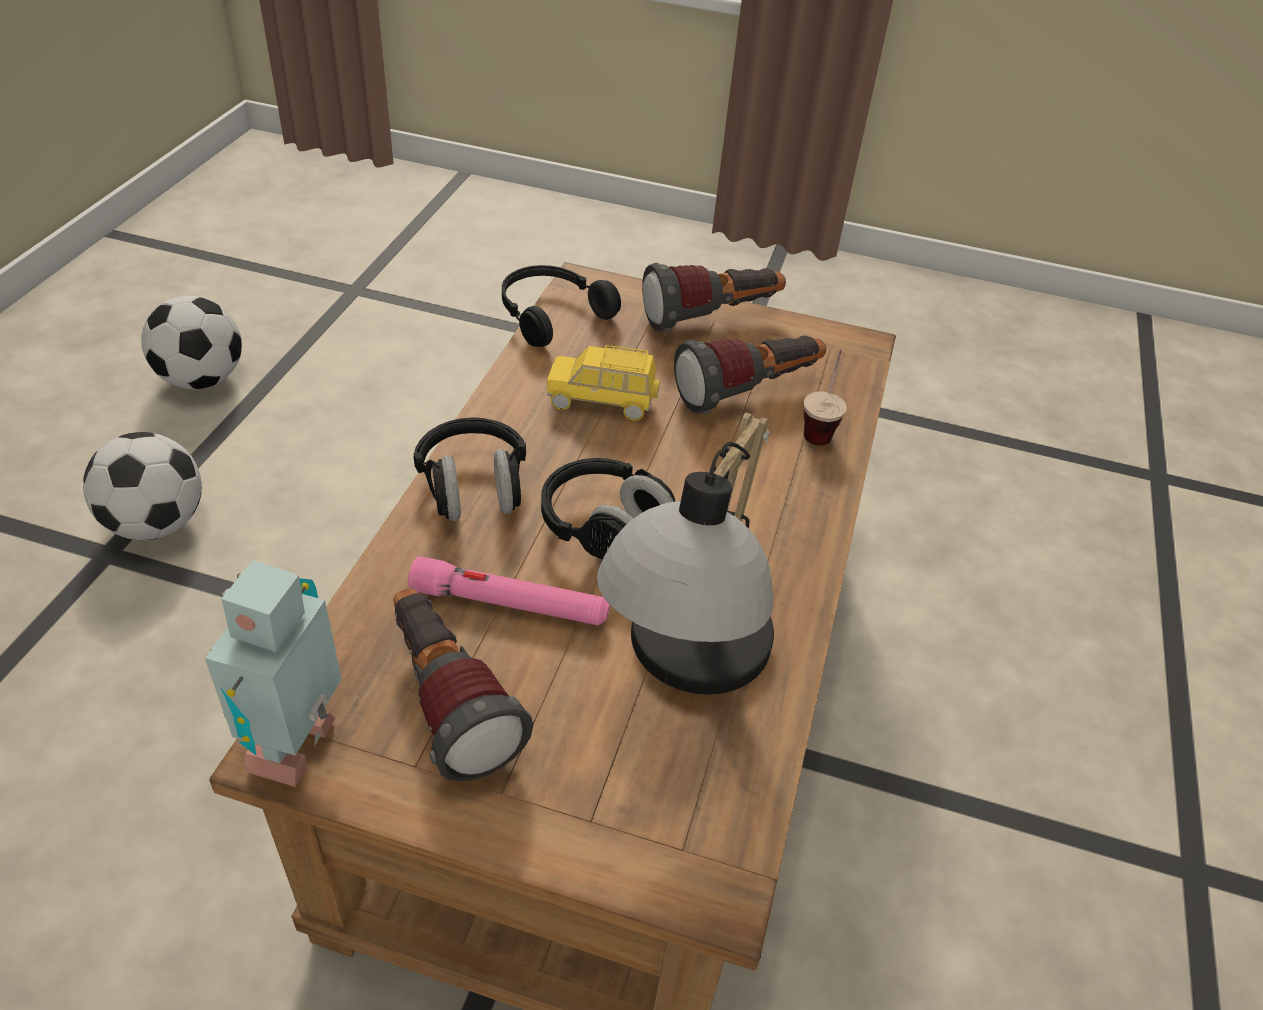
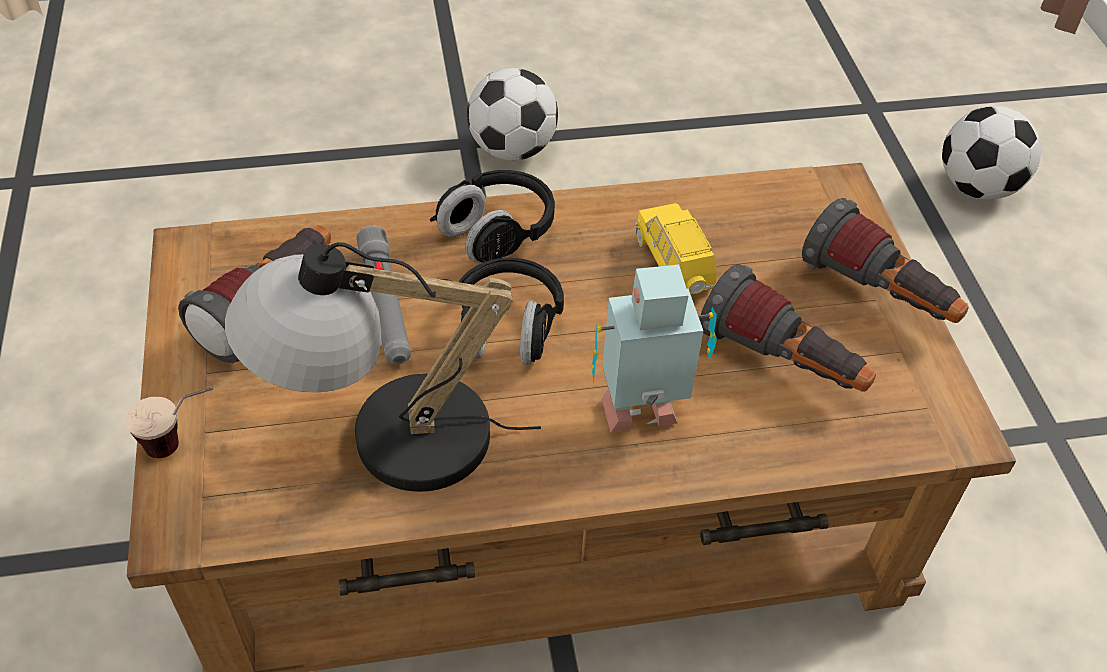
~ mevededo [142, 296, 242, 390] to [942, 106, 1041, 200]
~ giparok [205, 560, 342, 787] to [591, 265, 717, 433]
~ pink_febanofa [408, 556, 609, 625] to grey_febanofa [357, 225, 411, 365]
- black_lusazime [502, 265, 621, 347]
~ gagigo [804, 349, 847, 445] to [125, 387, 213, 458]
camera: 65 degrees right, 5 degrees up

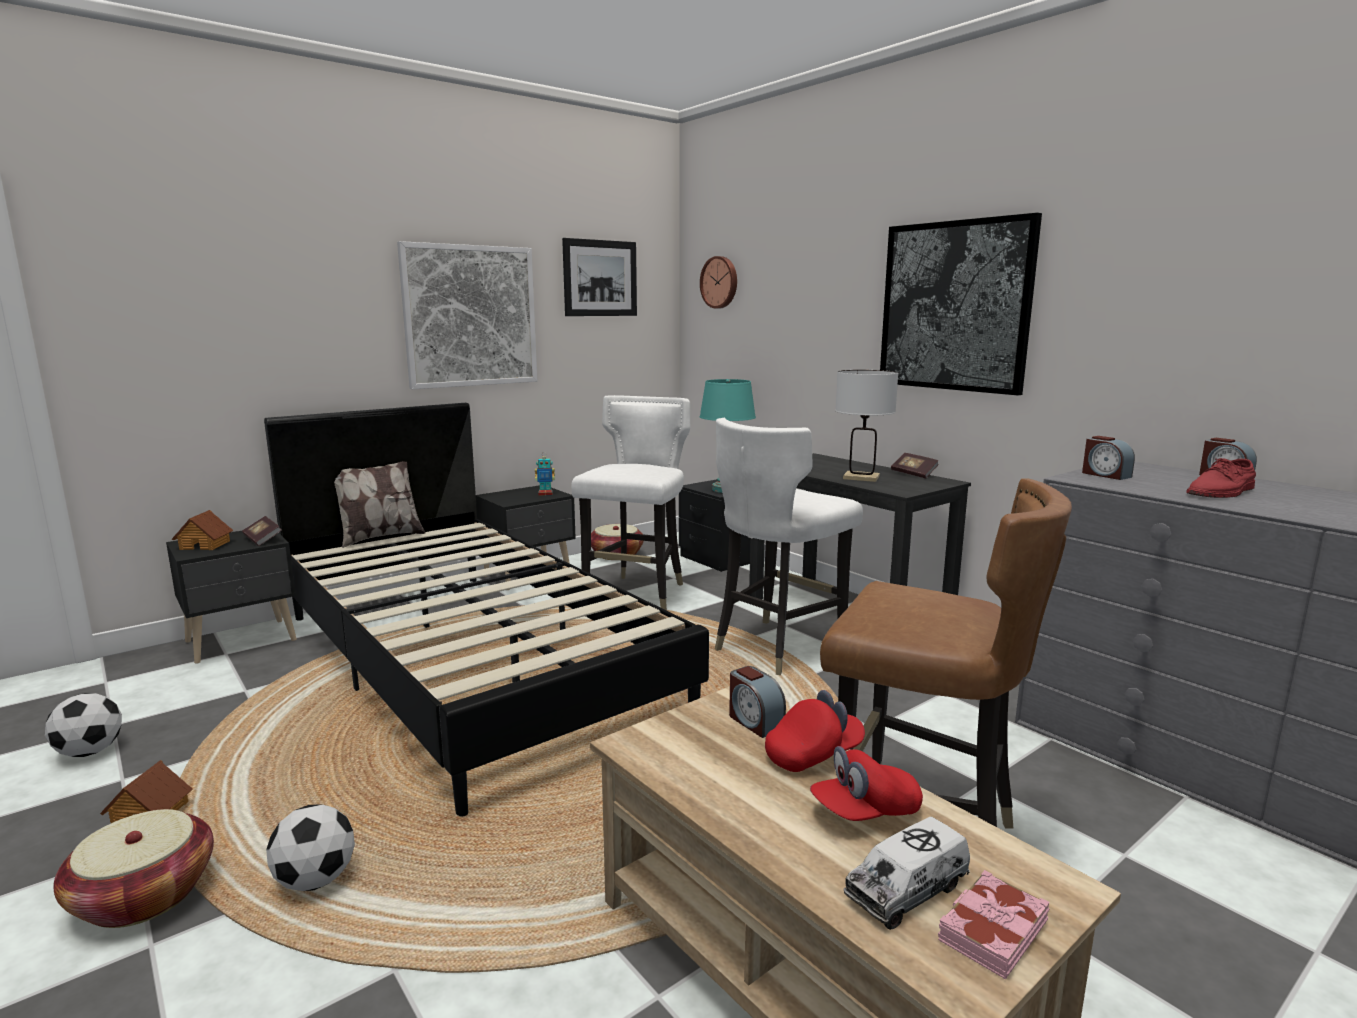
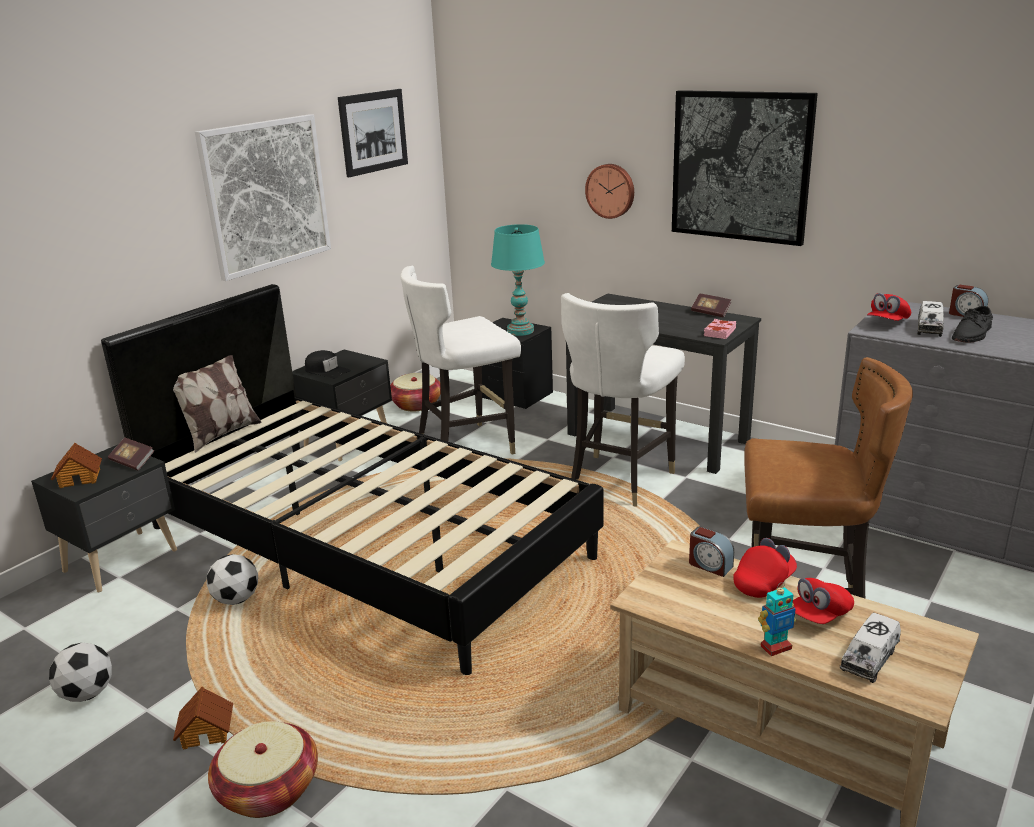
~ mevededo [266, 804, 355, 891] to [207, 554, 258, 605]
~ giparok [535, 452, 555, 496] to [758, 582, 796, 656]
~ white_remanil [571, 395, 690, 610] = [401, 266, 521, 455] 120 degrees counterclockwise
~ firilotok [700, 256, 737, 308] to [585, 164, 634, 219]
- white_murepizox [835, 370, 898, 482]
~ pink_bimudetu [938, 870, 1049, 979] to [704, 319, 736, 339]
~ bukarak [1082, 436, 1135, 480] to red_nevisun [867, 293, 911, 321]
~ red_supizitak [1186, 458, 1256, 498] to black_supizitak [952, 306, 993, 343]
+ black_nevisun [305, 350, 351, 379]
+ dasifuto [917, 301, 944, 337]
camera: 15 degrees left, 10 degrees up

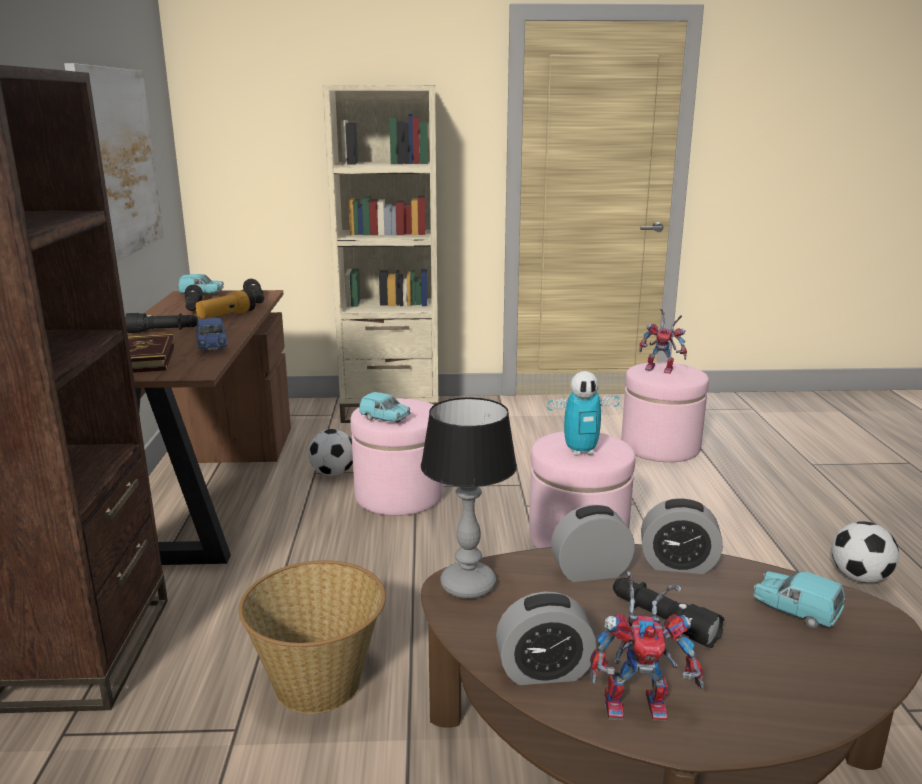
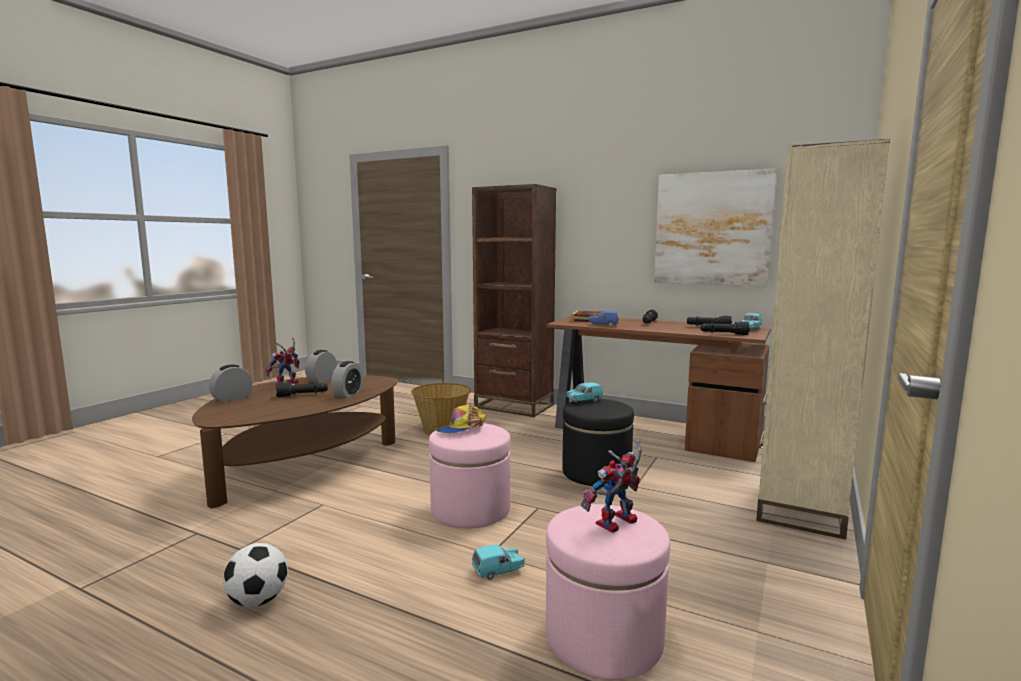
- febanofa [196, 289, 256, 319]
- mevededo [308, 429, 353, 476]
~ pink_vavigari [350, 398, 444, 516] to black_vavigari [562, 399, 634, 487]
- murepizox [421, 397, 517, 599]
~ giparok [548, 371, 619, 456] to nevisun [436, 404, 486, 433]
~ bukarak [641, 498, 723, 574] to [209, 364, 253, 403]
~ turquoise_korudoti [753, 571, 846, 628] to [472, 544, 525, 580]
camera: 120 degrees right, 10 degrees down

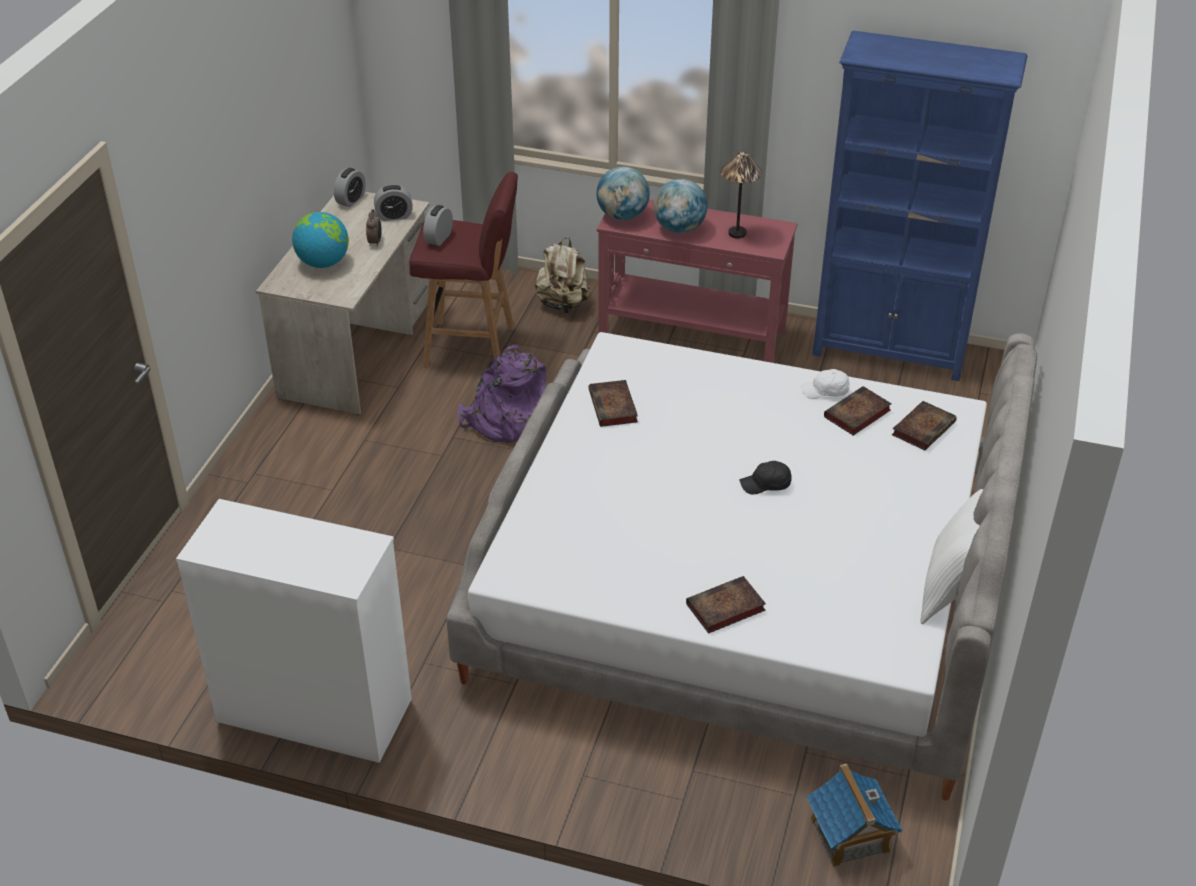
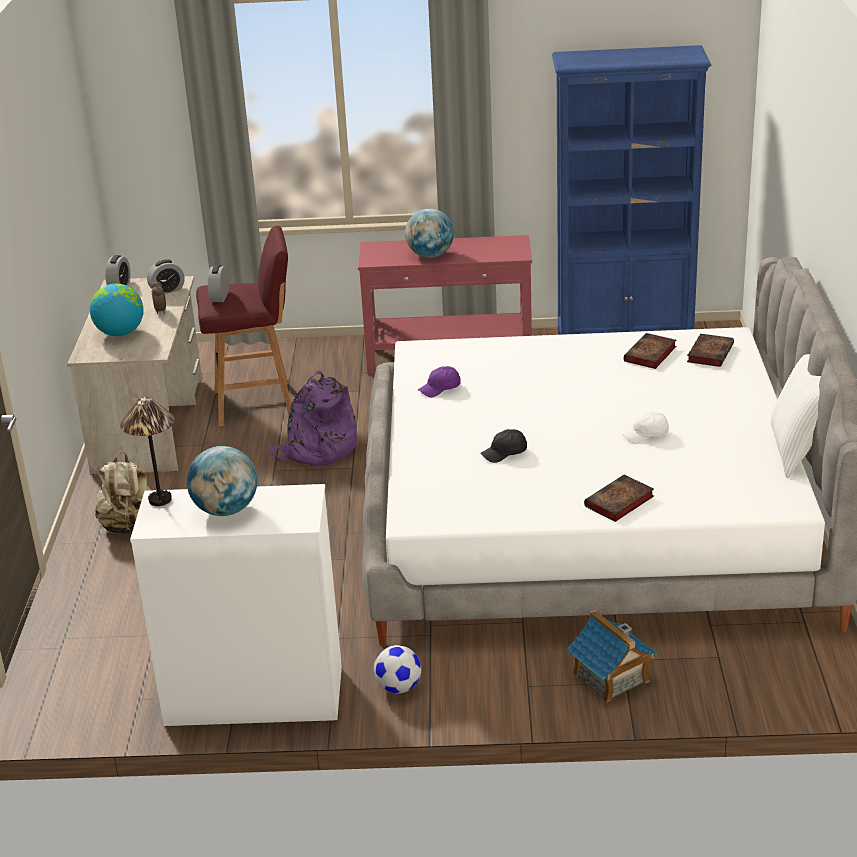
~ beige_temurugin [535, 237, 590, 313] to [95, 452, 151, 534]
~ bimudetu [589, 380, 638, 427] to purple_nevisun [418, 366, 461, 397]
~ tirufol [596, 166, 650, 220] to [187, 446, 257, 516]
~ murepizox [720, 152, 763, 239] to [120, 397, 175, 506]
~ black_nevisun [740, 461, 792, 495] to [480, 429, 527, 463]
~ white_nevisun [801, 369, 850, 399] to [622, 411, 669, 444]
~ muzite [806, 764, 903, 867] to [567, 610, 657, 703]
+ mevededo [374, 645, 421, 693]
camera: 15 degrees left, 10 degrees down

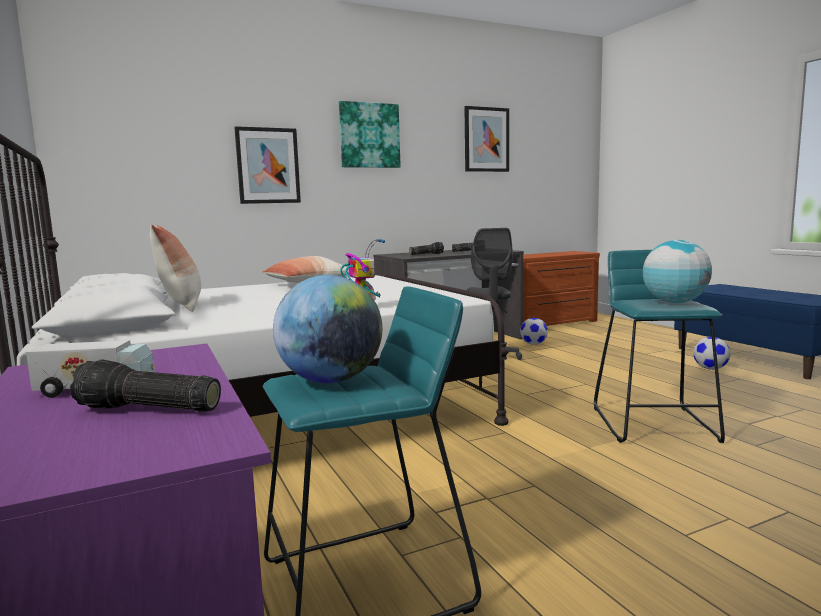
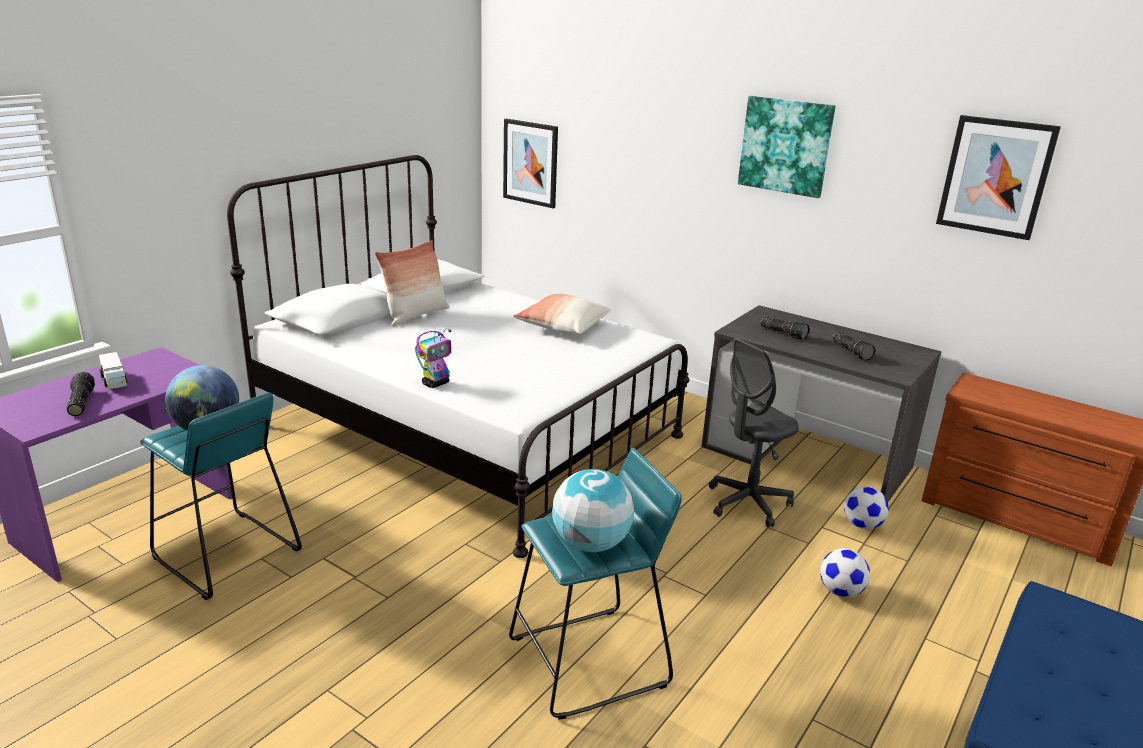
~ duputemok [234, 126, 301, 204] to [503, 119, 558, 208]
~ mevededo [693, 337, 730, 370] to [820, 548, 870, 597]
camera: 60 degrees right, 15 degrees up

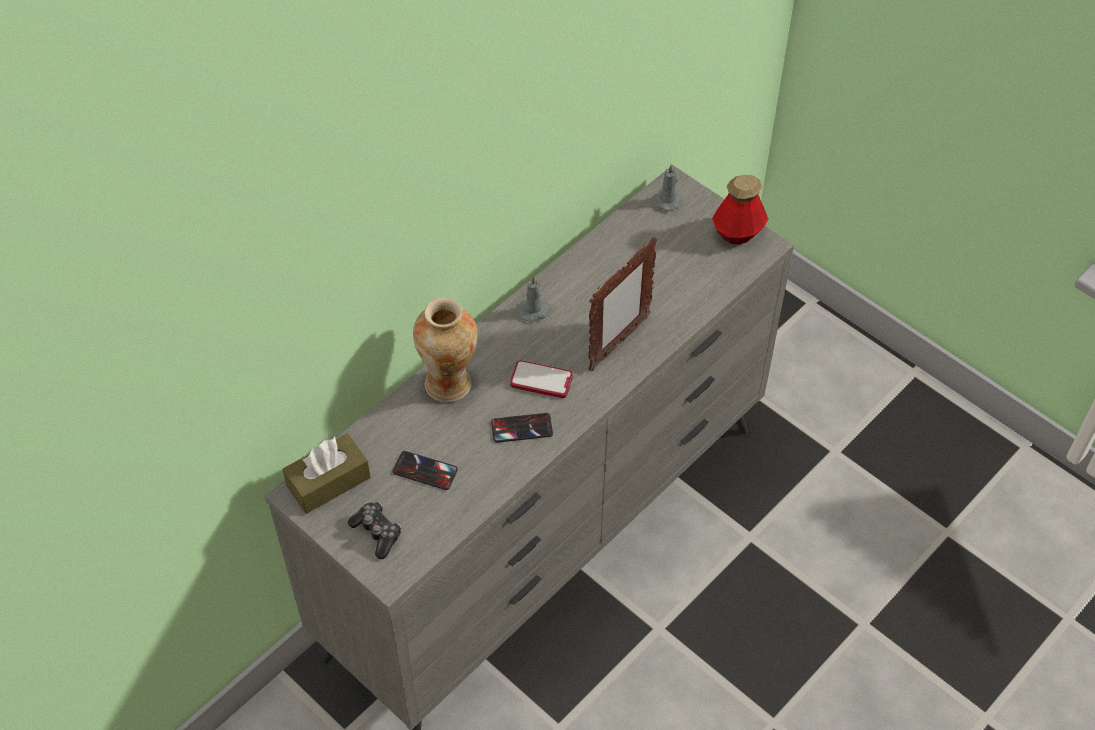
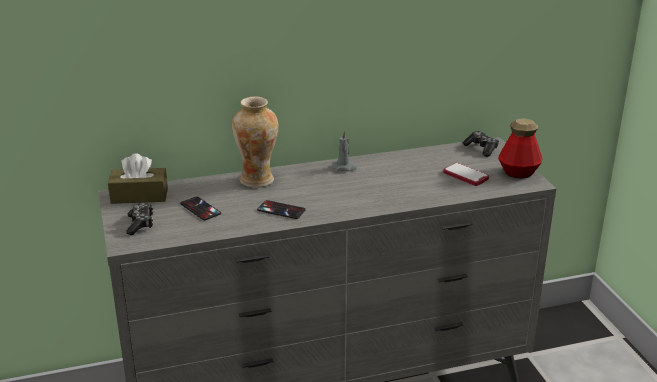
~ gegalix [510, 360, 573, 398] to [443, 163, 489, 186]
- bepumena [588, 237, 658, 371]
~ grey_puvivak [653, 164, 682, 211] to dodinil [463, 131, 499, 157]
camera: 30 degrees right, 25 degrees down

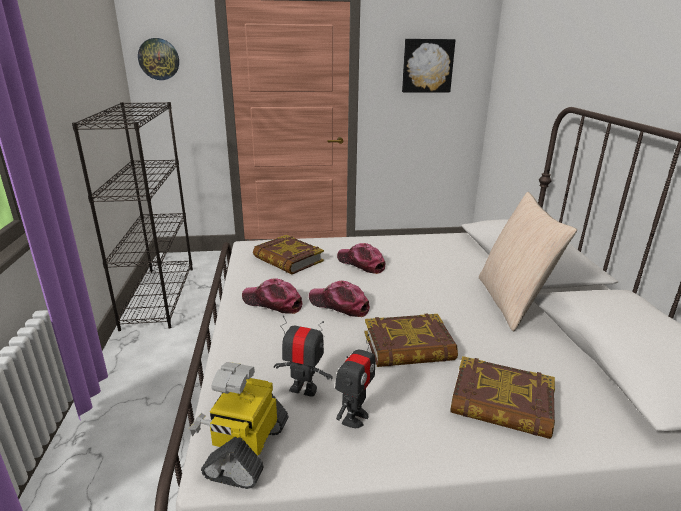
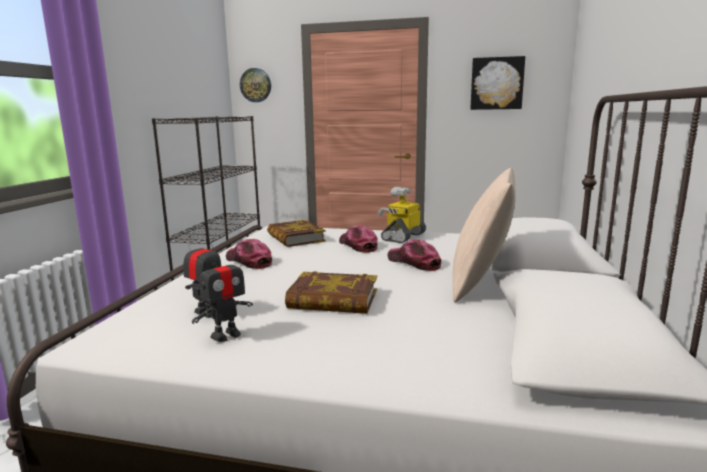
~ giparok [189, 362, 288, 489] to [378, 187, 426, 243]
~ nevisun [309, 281, 370, 317] to [387, 240, 441, 271]
- bimudetu [450, 356, 555, 439]
camera: 20 degrees right, 10 degrees down

